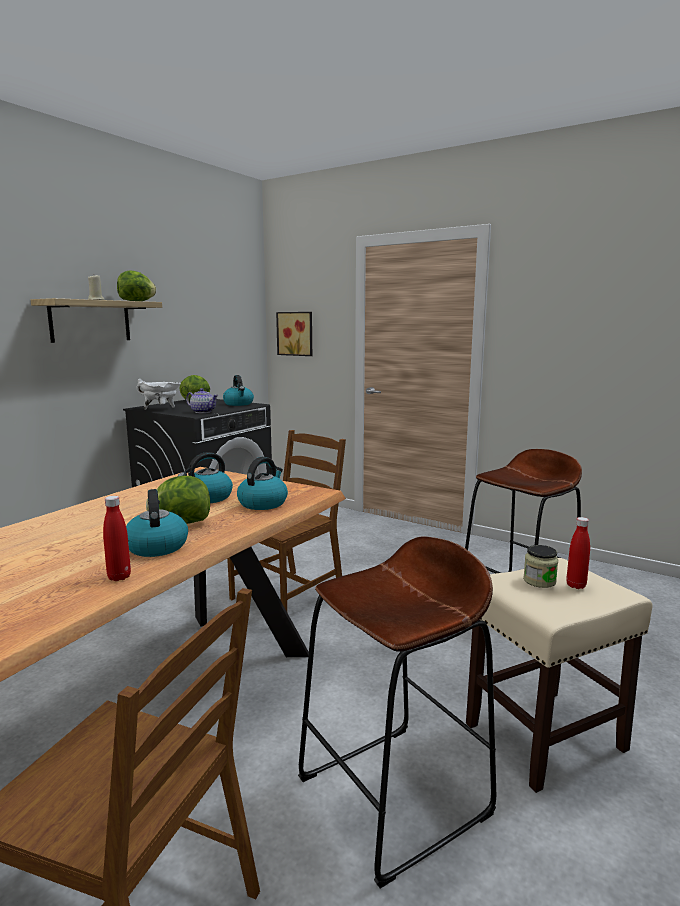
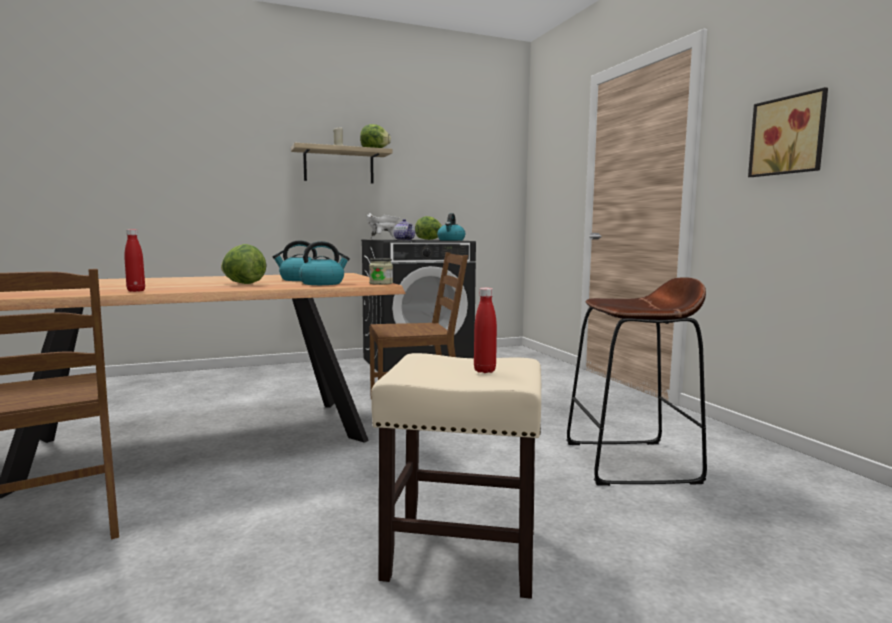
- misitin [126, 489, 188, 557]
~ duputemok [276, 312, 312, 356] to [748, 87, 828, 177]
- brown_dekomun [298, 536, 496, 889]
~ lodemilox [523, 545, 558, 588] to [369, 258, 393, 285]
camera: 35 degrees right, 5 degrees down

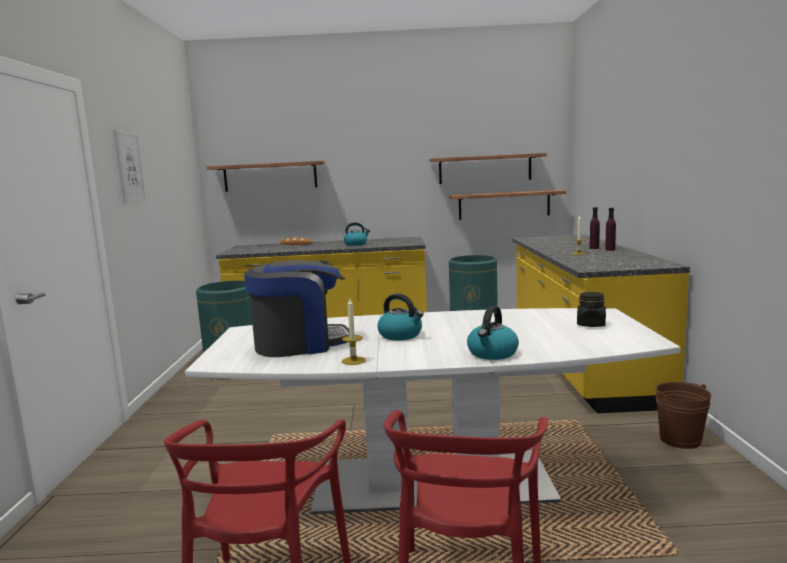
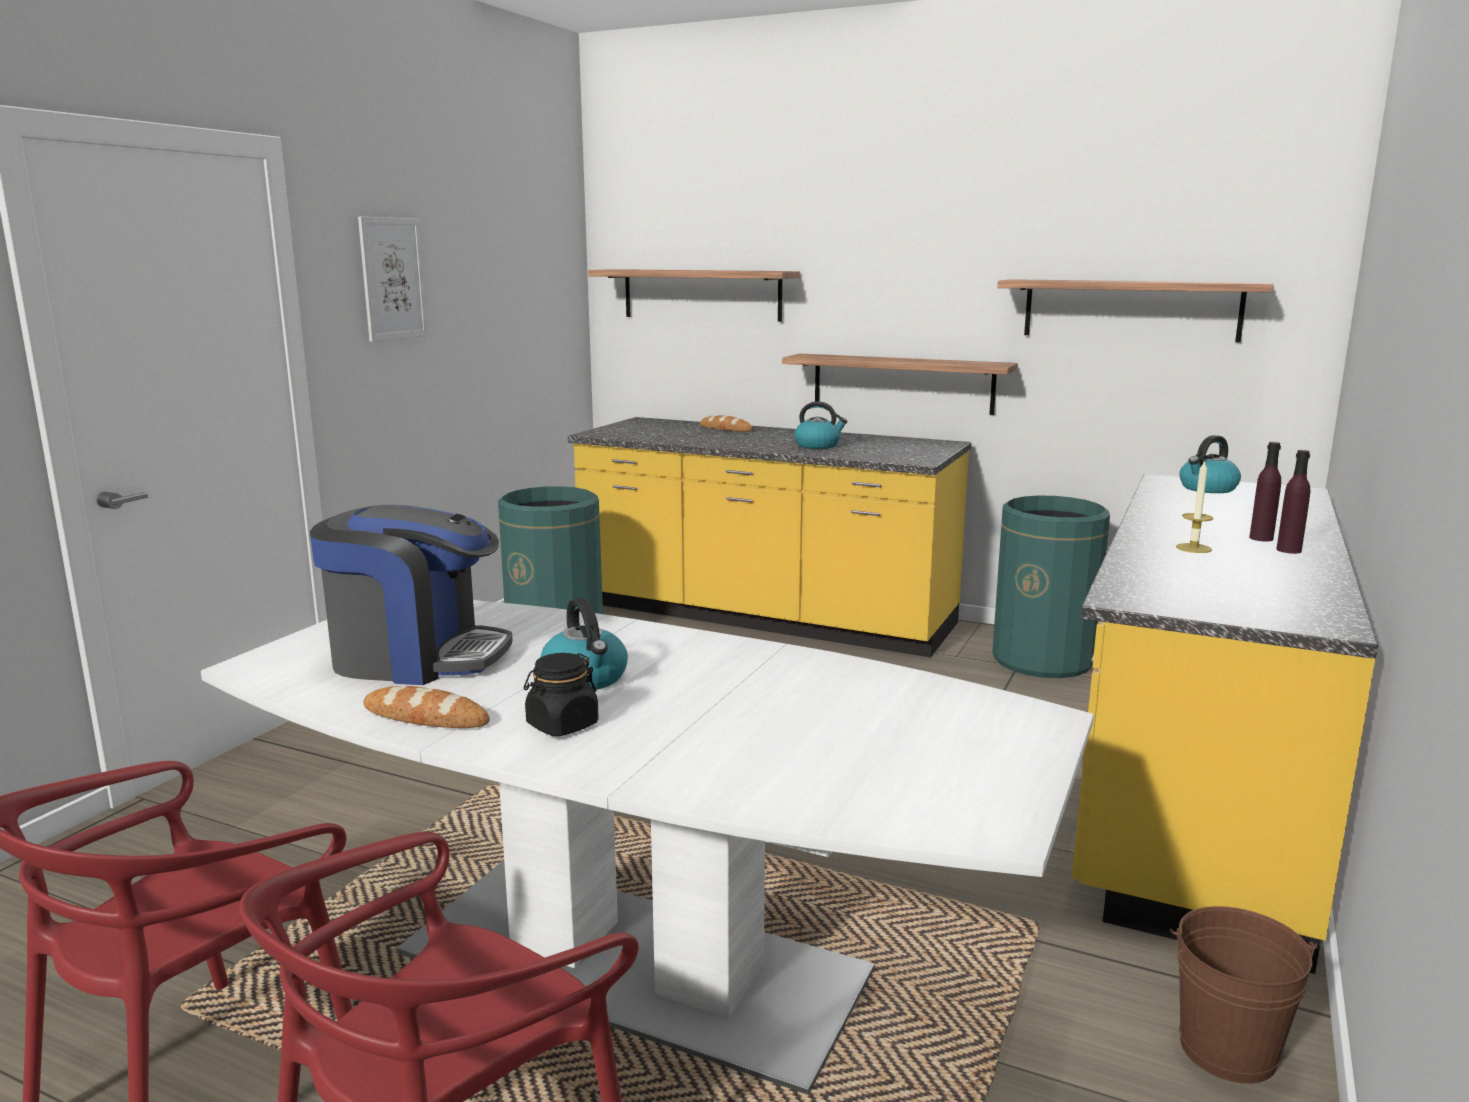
~ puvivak [342, 299, 366, 365] to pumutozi [363, 686, 490, 728]
~ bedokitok [449, 190, 566, 220] to [782, 354, 1018, 415]
~ misitin [467, 306, 519, 360] to [1179, 435, 1241, 493]
~ black_lodemilox [577, 292, 606, 327] to [524, 653, 599, 736]
camera: 25 degrees right, 5 degrees up

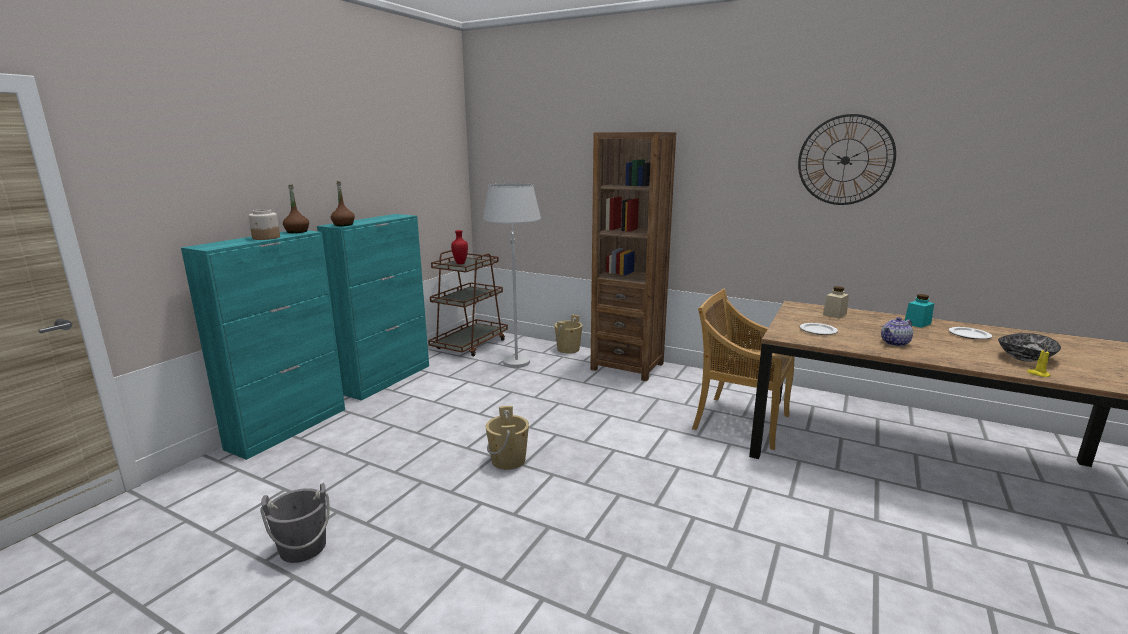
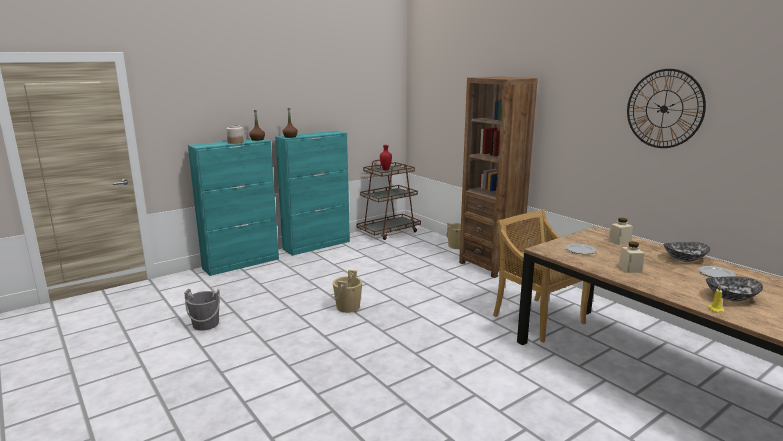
- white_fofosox [483, 183, 541, 368]
~ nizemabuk [881, 317, 913, 346] to beige_lodemilox [618, 241, 644, 273]
~ turquoise_lodemilox [904, 294, 934, 328] to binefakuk [663, 242, 710, 262]
camera: 25 degrees right, 0 degrees up

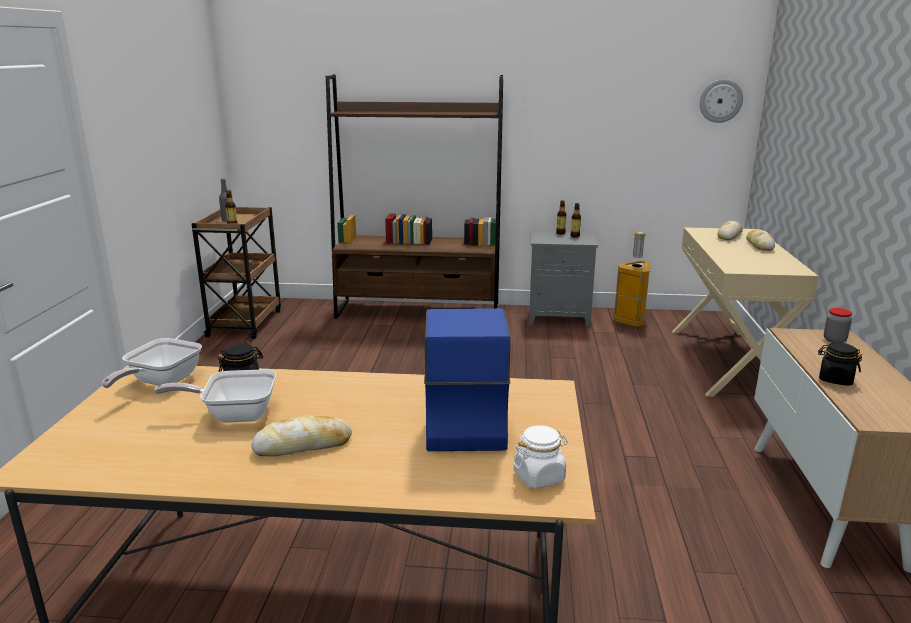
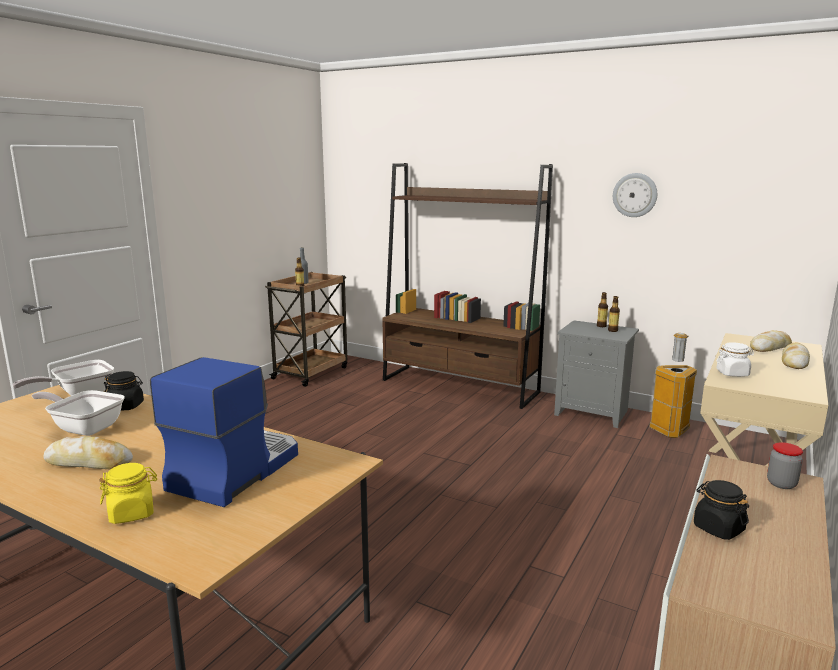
~ white_lodemilox [513, 425, 568, 489] to [717, 342, 754, 377]
~ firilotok [699, 79, 743, 123] to [613, 173, 657, 217]
+ yellow_lodemilox [99, 463, 157, 524]
camera: 25 degrees right, 5 degrees down

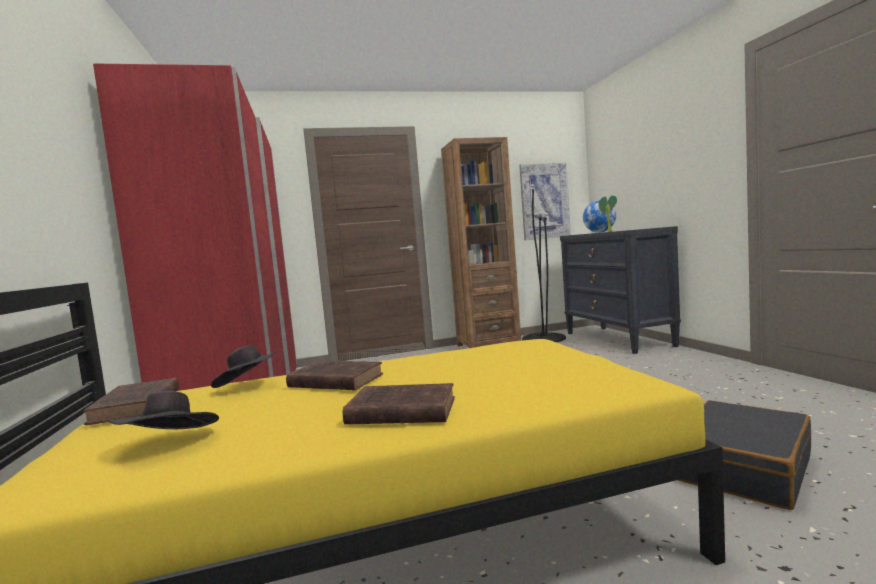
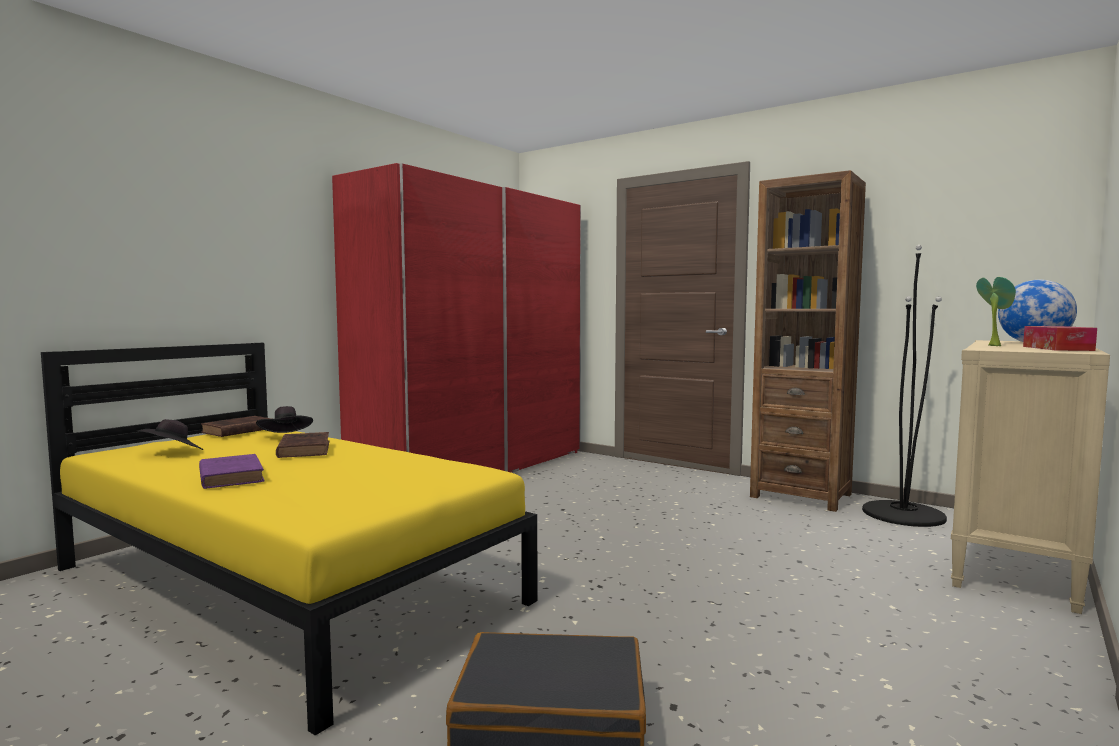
~ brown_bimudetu [343, 383, 455, 424] to purple_bimudetu [199, 454, 265, 489]
- duputemok [519, 163, 571, 240]
~ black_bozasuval [560, 226, 681, 354] to beige_bozasuval [951, 340, 1110, 614]
+ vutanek [1023, 326, 1097, 351]
camera: 50 degrees right, 0 degrees up

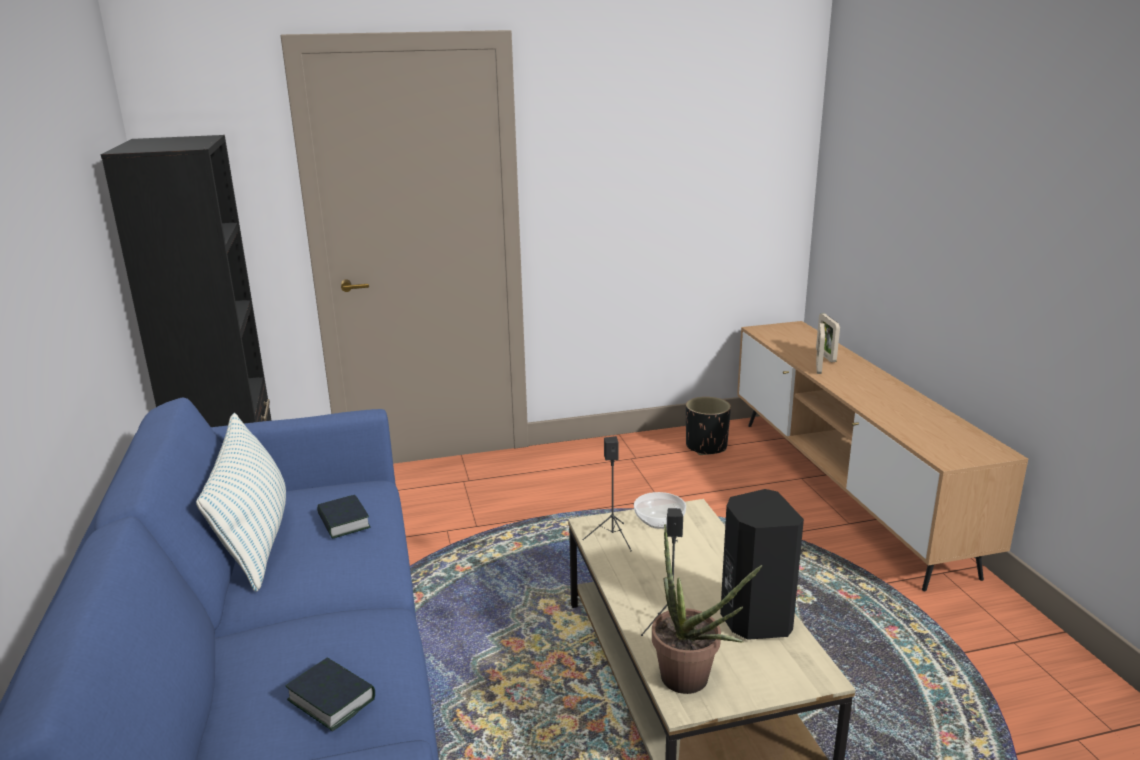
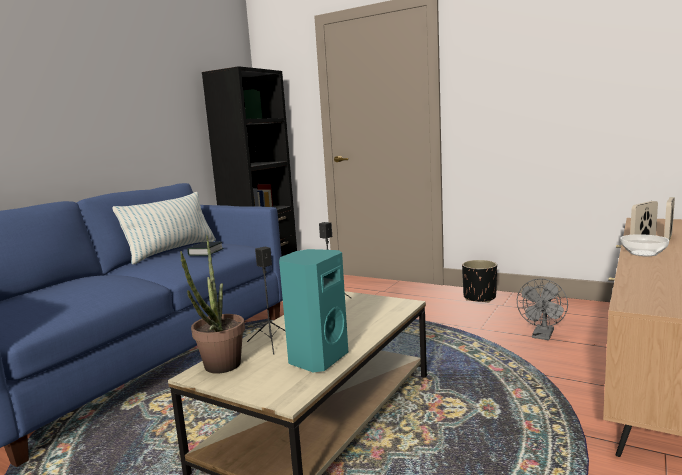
- bimudetu [285, 657, 375, 731]
~ binefakuk [634, 492, 686, 529] to [620, 234, 669, 256]
~ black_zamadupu [686, 397, 731, 455] to [462, 260, 497, 302]
~ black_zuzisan [720, 489, 804, 640] to turquoise_zuzisan [279, 249, 348, 372]
+ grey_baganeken [517, 279, 568, 340]
camera: 45 degrees right, 10 degrees down

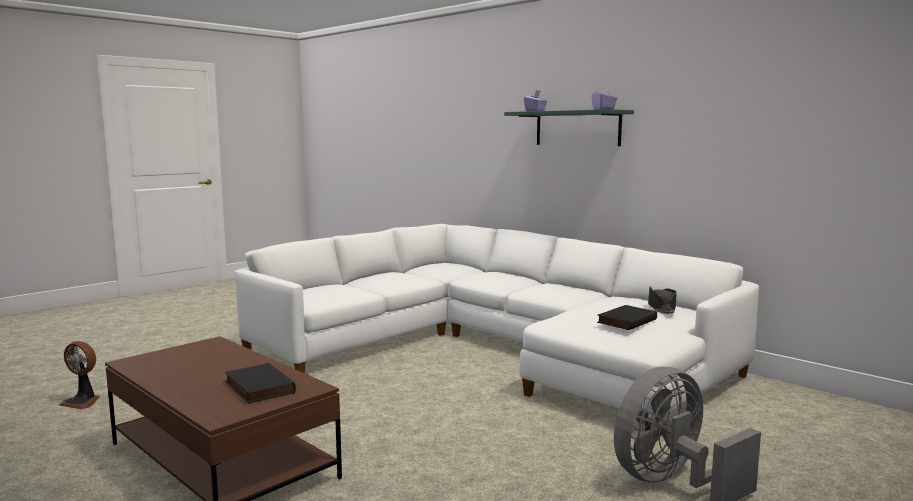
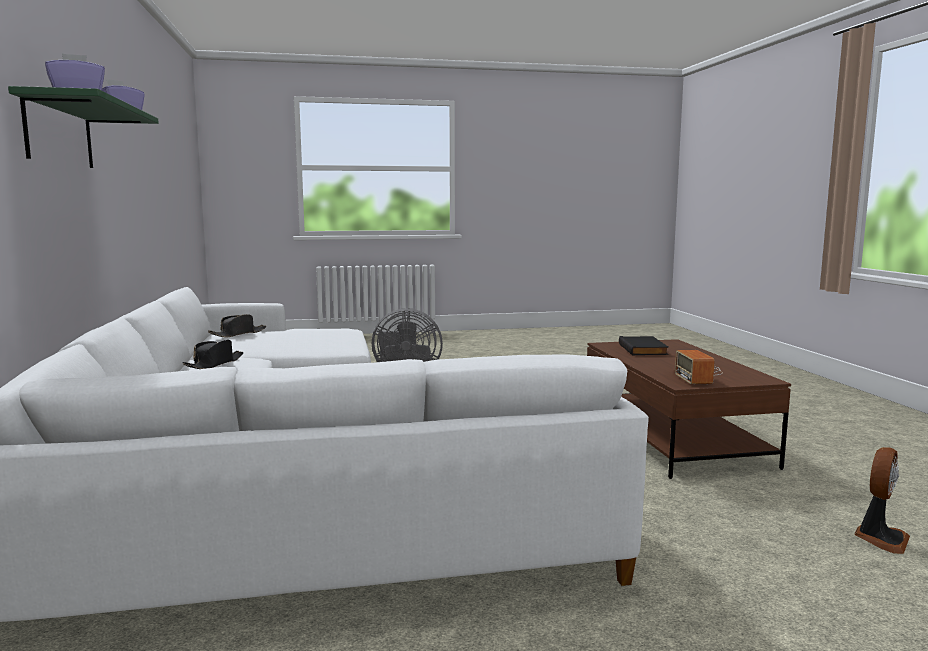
~ baganeken [59, 341, 100, 409] = [854, 447, 910, 554] 75 degrees clockwise
- black_bimudetu [597, 305, 657, 330]
+ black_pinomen [183, 340, 243, 369]
+ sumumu [675, 350, 723, 384]
camera: 145 degrees left, 0 degrees up

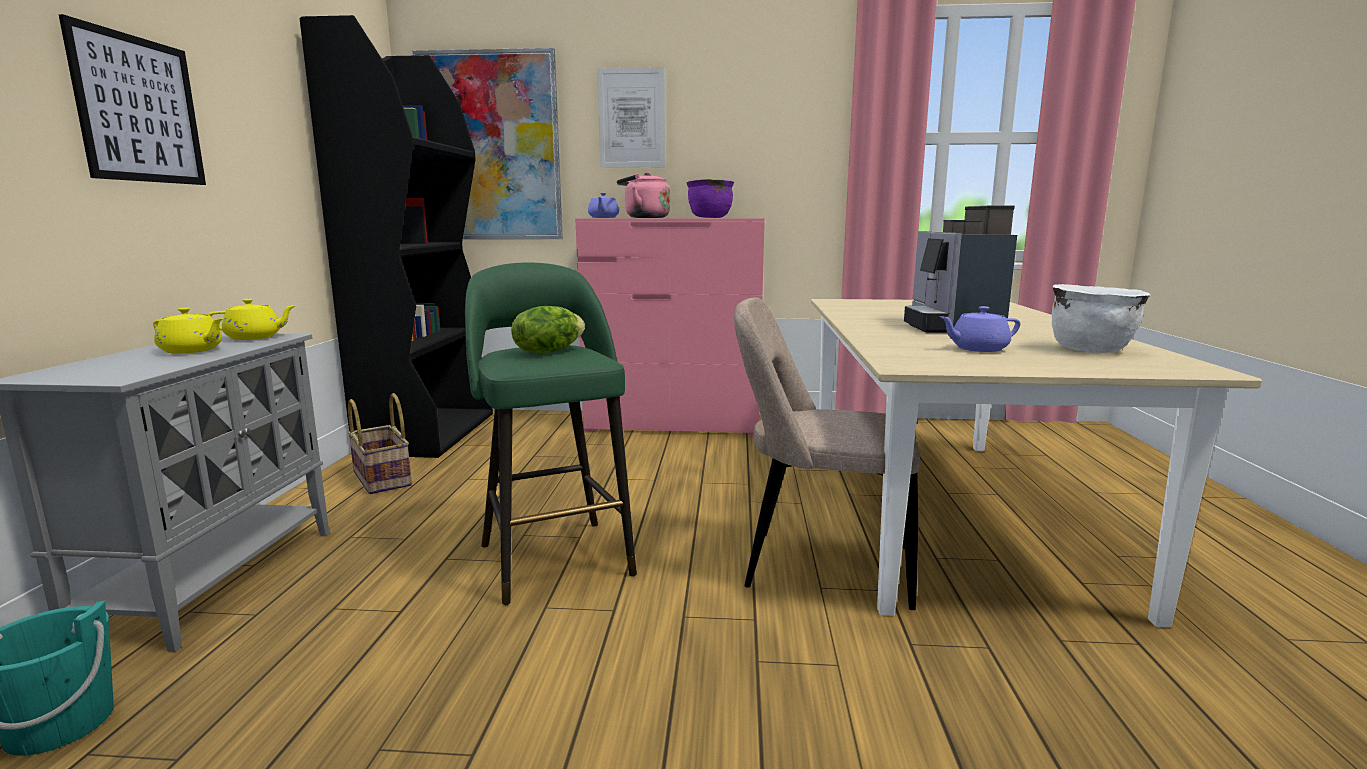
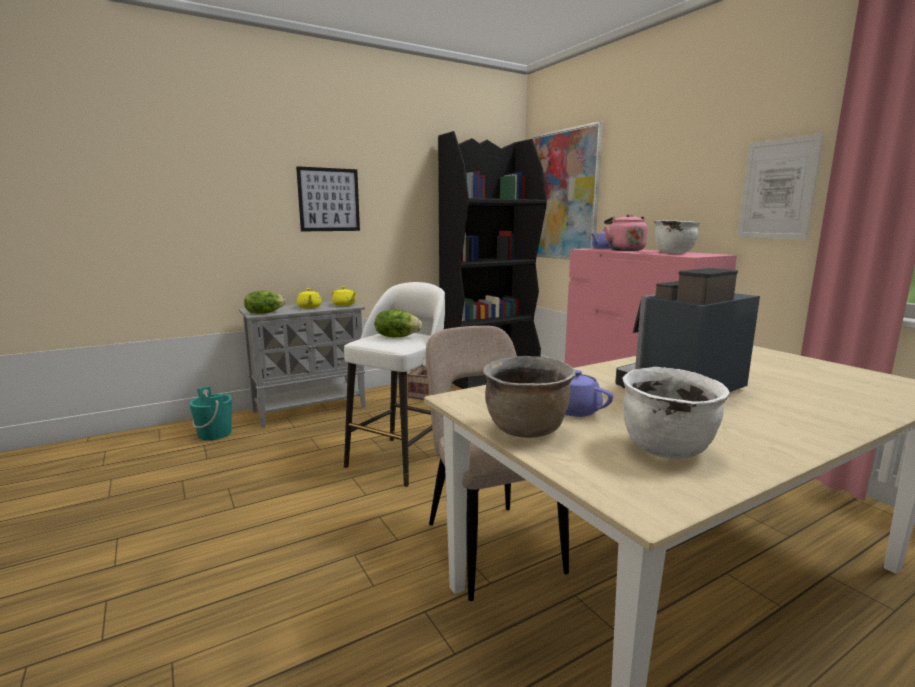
~ green_dekomun [465, 262, 637, 605] to white_dekomun [344, 282, 445, 487]
~ duputemok [597, 67, 665, 168] to [737, 134, 824, 240]
~ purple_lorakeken [686, 179, 734, 218] to white_lorakeken [654, 220, 700, 253]
+ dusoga [244, 291, 285, 314]
+ brown_lorakeken [483, 356, 576, 438]
camera: 55 degrees right, 0 degrees up

